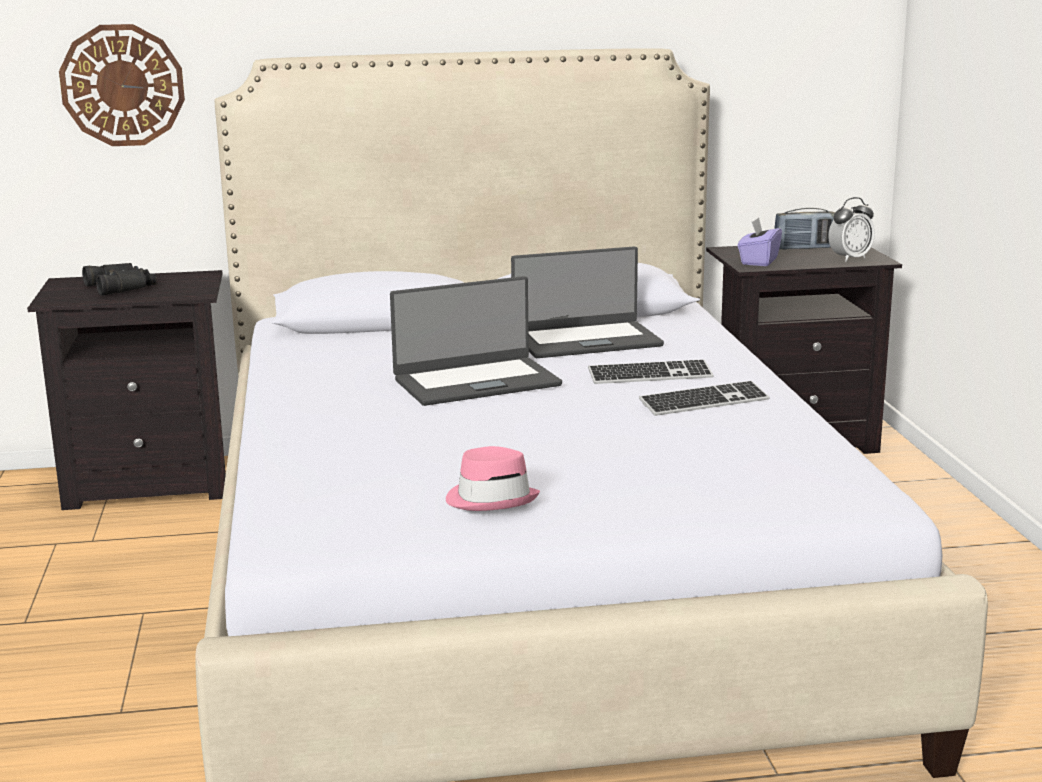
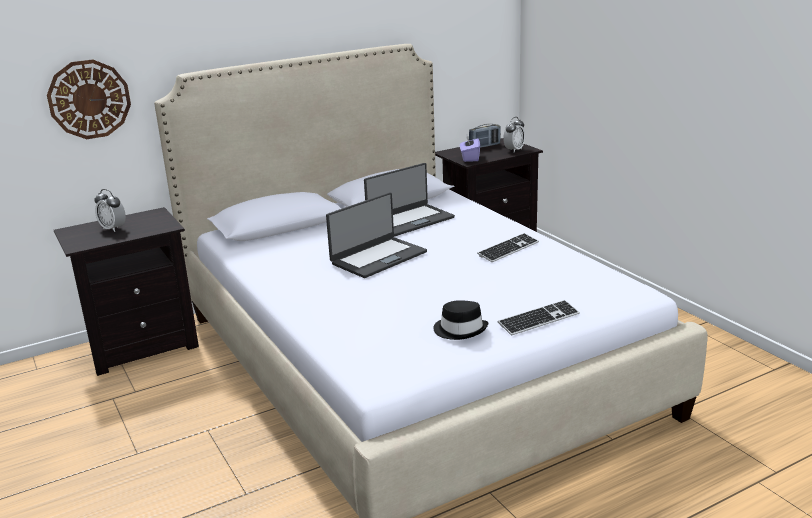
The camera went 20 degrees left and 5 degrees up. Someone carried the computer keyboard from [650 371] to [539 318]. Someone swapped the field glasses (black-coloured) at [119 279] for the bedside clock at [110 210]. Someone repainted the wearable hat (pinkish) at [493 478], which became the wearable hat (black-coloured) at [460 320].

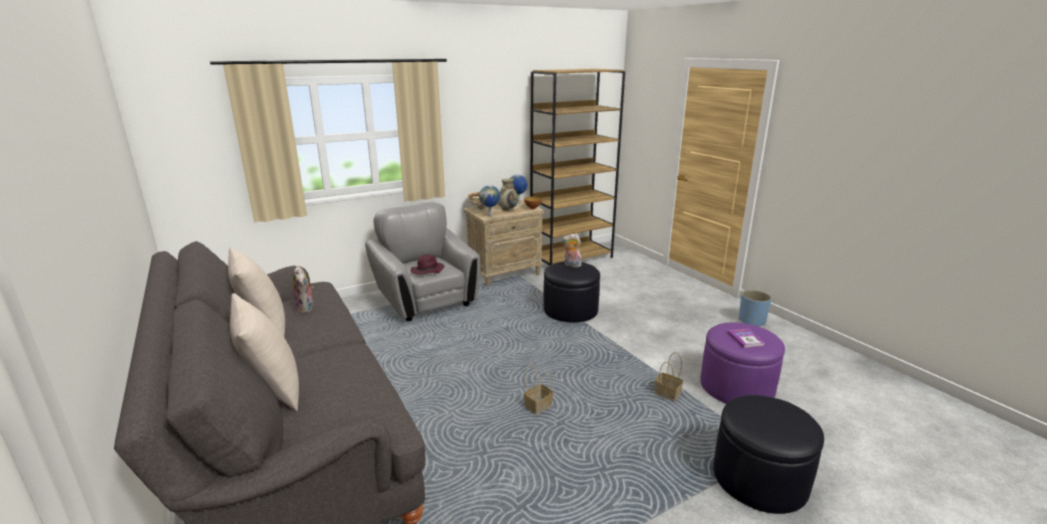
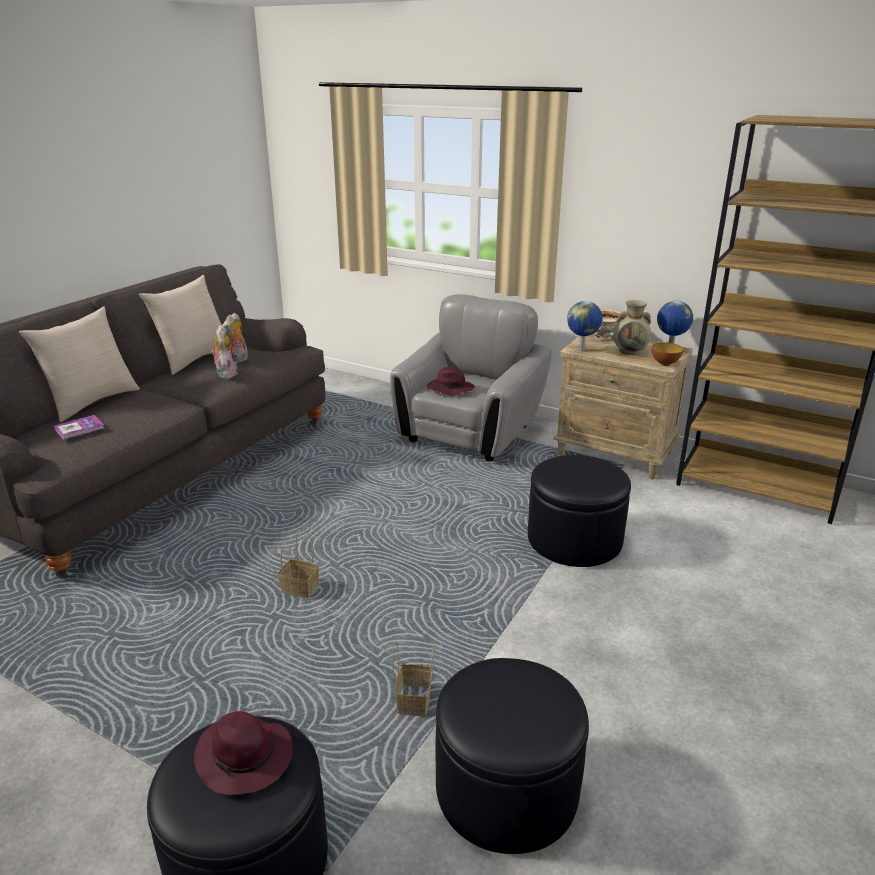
The camera went 60 degrees right and 5 degrees up. Someone took away the flower pot (blue-coloured) at [755 308]. Someone put down the wearable hat (purplish) at [243 753]. Someone carried the plush toy from [571 250] to [224 352]. Someone carried the bound book from [745 338] to [78 427]. Someone repainted the pouffe (purplish) at [743 363], which became the pouffe (black-coloured) at [512 756].

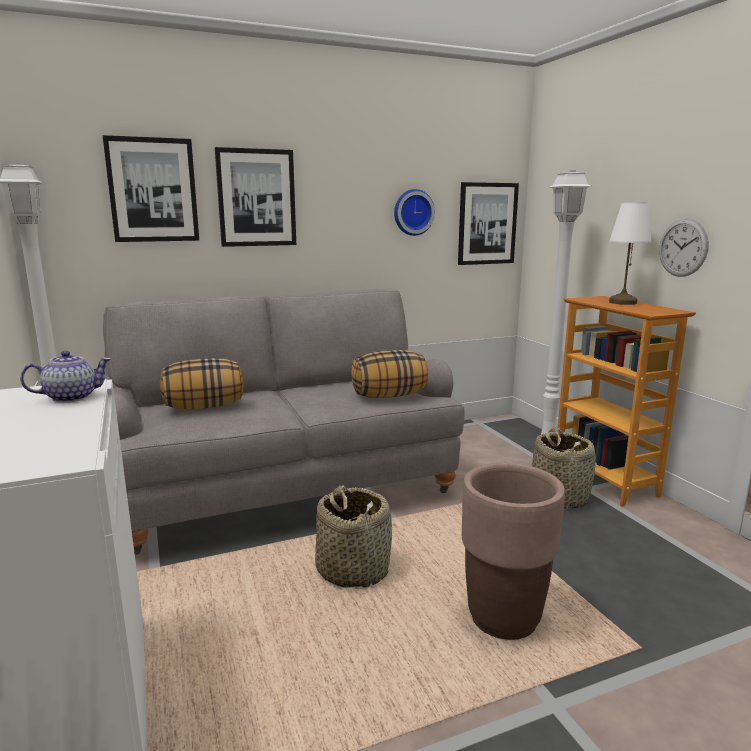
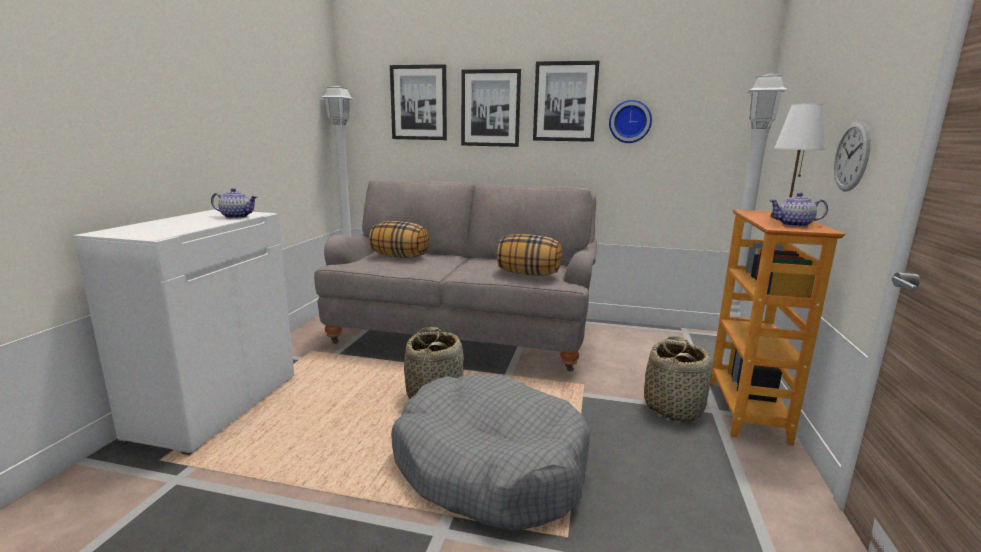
The camera went 35 degrees right and 0 degrees up. Someone put down the tea pot at [798 210]. Someone carried the picture from [488 223] to [566 101]. Someone swapped the flower pot (brownish) at [513 551] for the dog bed (gray) at [491 452].

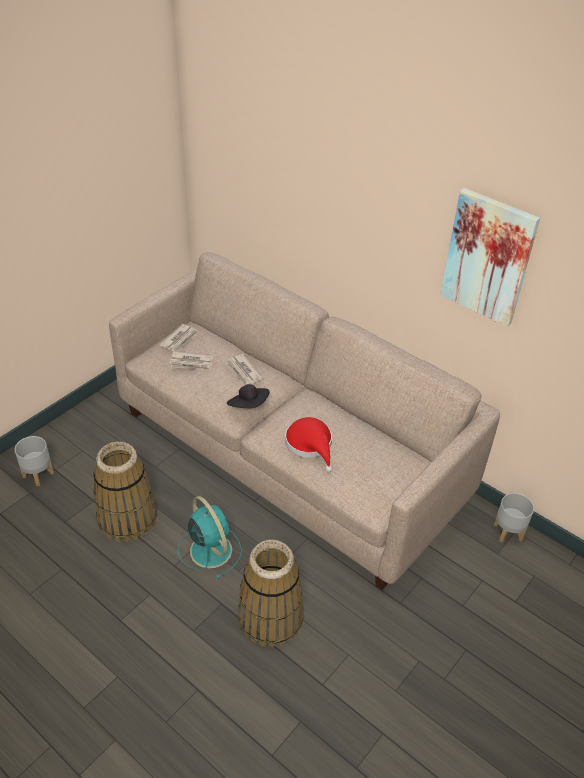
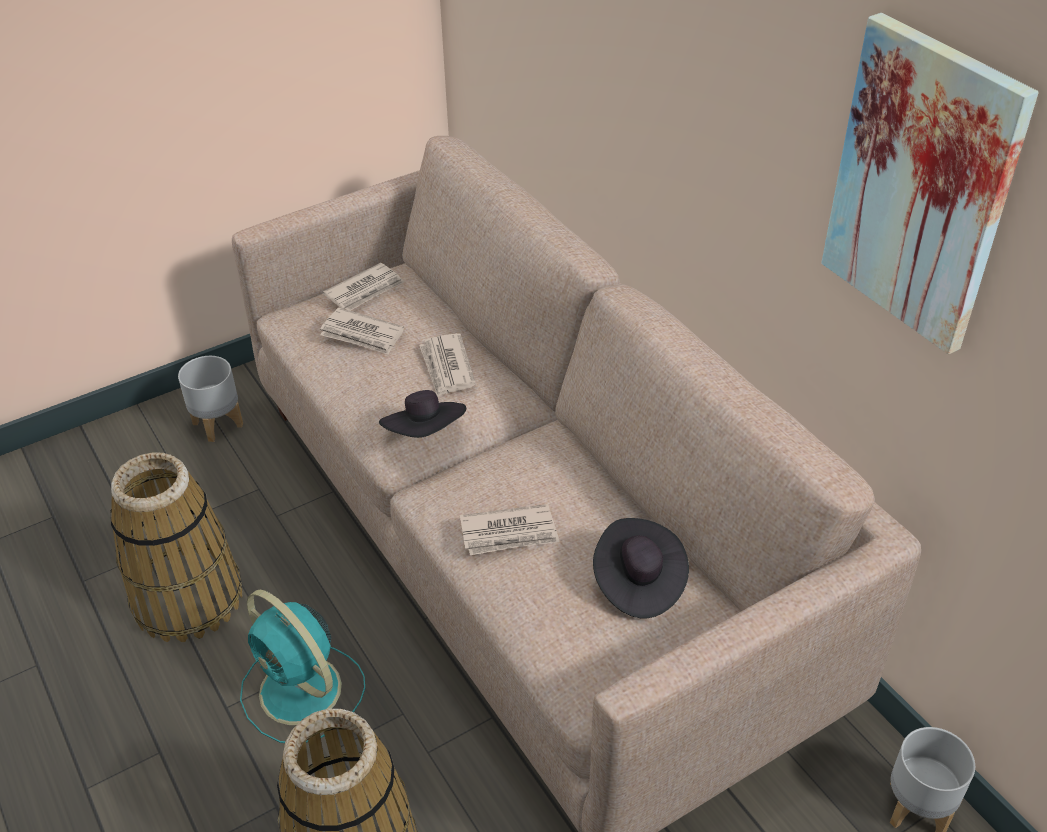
The camera went 20 degrees right and 0 degrees up. Someone put down the wearable hat (black-coloured) at [641 568]. Someone carried the flower pot (gray) from [34 461] to [210 399]. Someone swapped the wearable hat (red) at [309 444] for the newspaper at [509 529]. Someone rotated the cooling fan (turquoise) at [210 537] by 150 degrees clockwise.

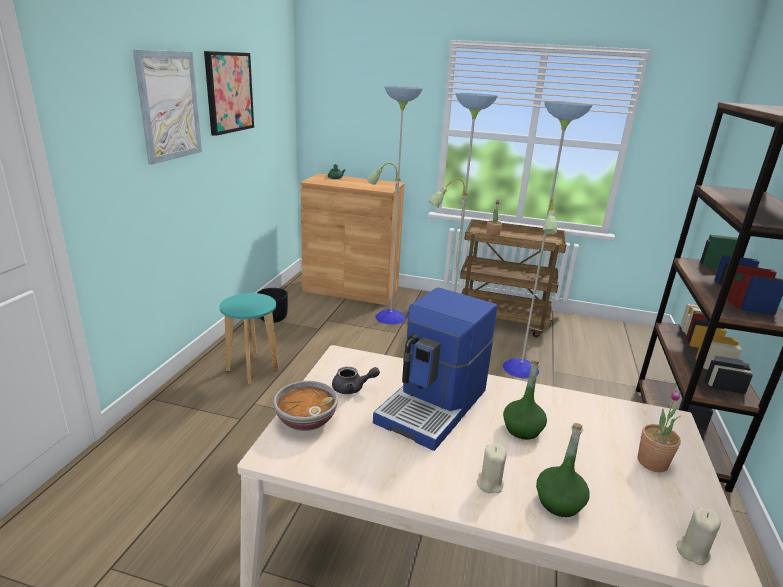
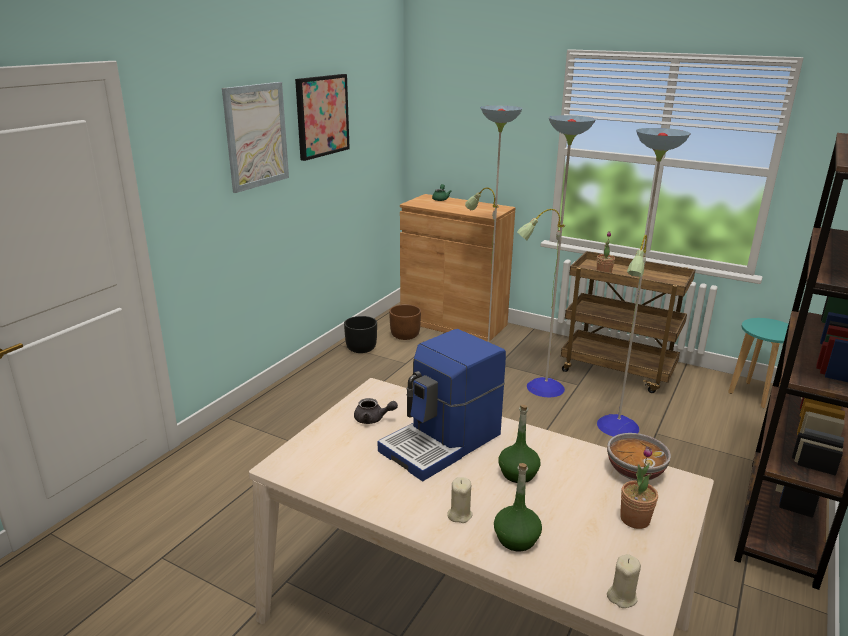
The camera went 15 degrees right and 0 degrees up. Someone put down the flower pot (brownish) at [405 322]. Someone carried the stool (turquoise) from [249 339] to [758 363]. Someone carried the serving bowl from [306 406] to [639 457].

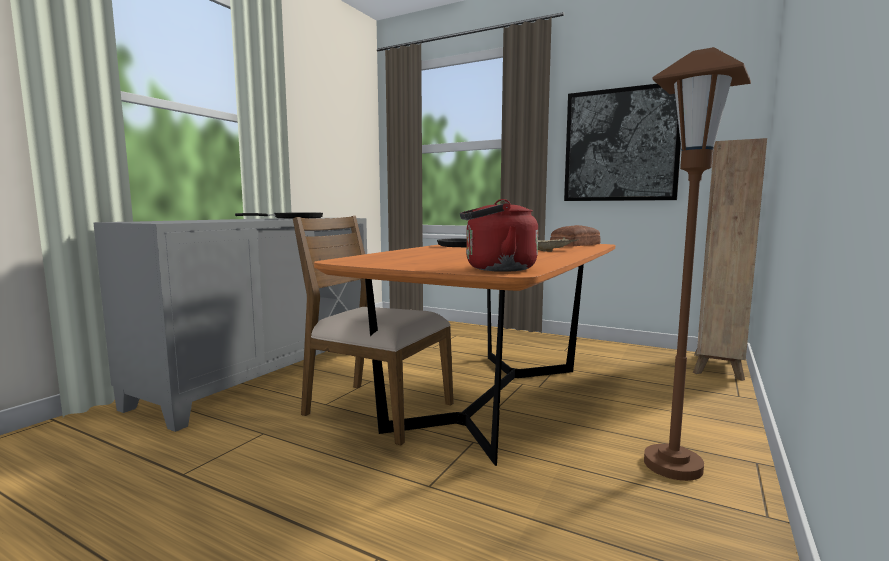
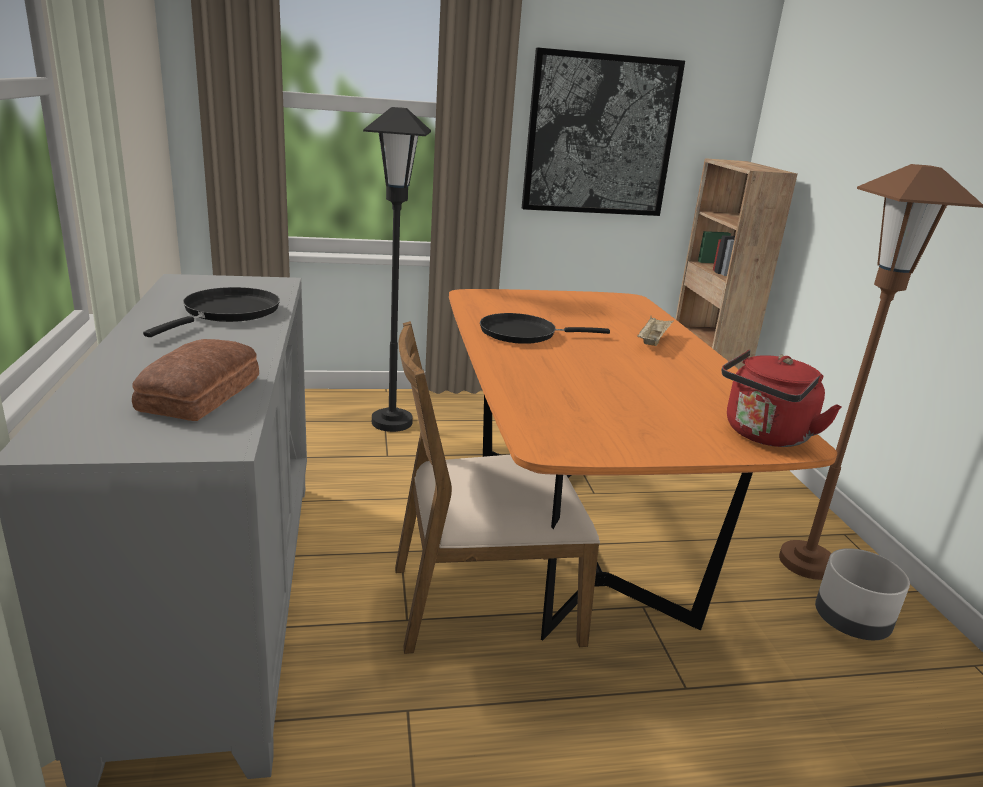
The camera went 40 degrees left and 15 degrees up. Someone put down the floor lamp (black-coloured) at [397 269]. Someone put down the flower pot (gray) at [862 594]. Someone carried the bakery bread from [575 236] to [195 380].

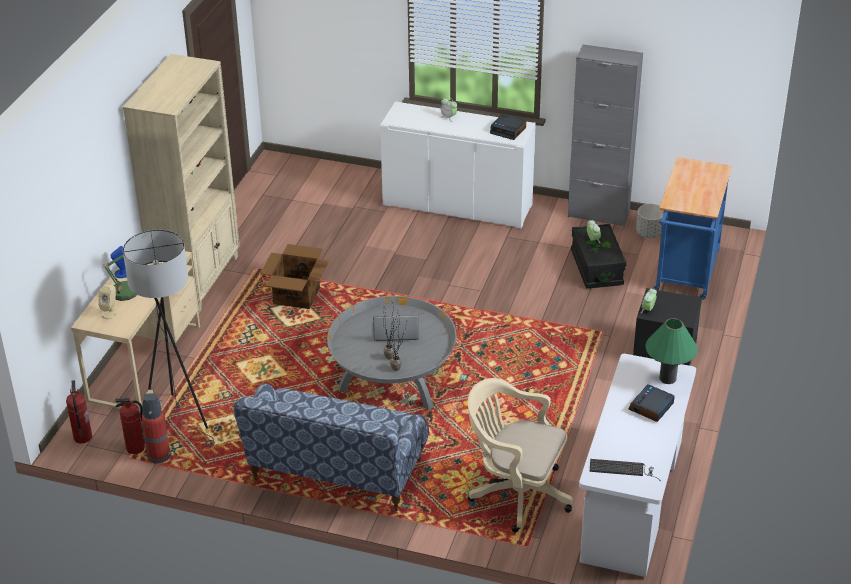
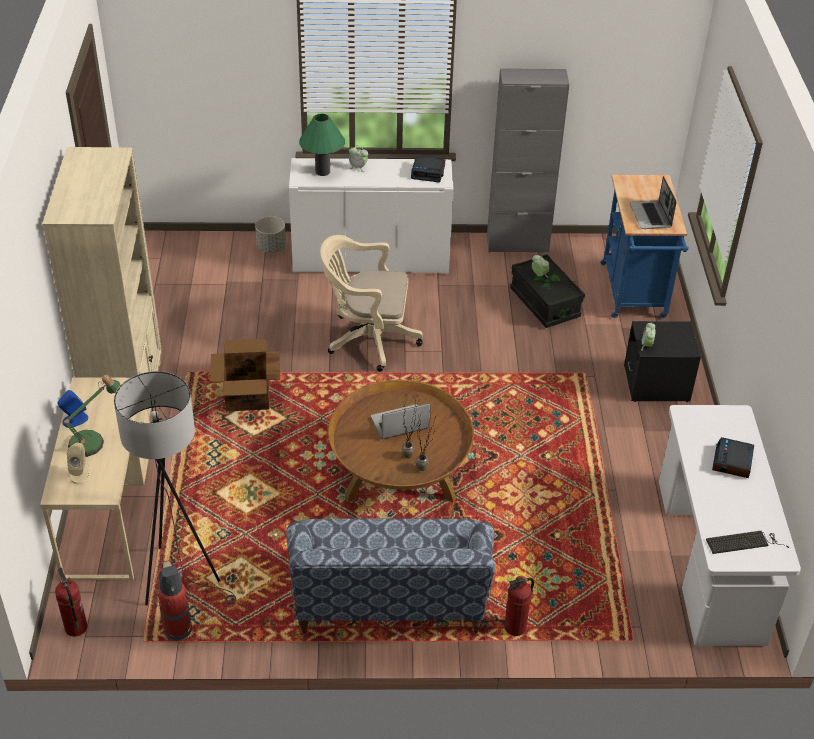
The camera went 20 degrees left and 5 degrees up. Someone put down the portable computer at [653 202]. Someone carried the fire extinguisher from [130 426] to [519 606]. Someone carried the computer chair (sand-coloured) from [520 455] to [371 303]. Someone carried the flower pot (gray) from [650 221] to [270 234]. Someone carried the table lamp (greenish) from [671 351] to [322 145]. Someone repainted the low table (gray) at [392 353], which became the low table (brownish) at [401 441].

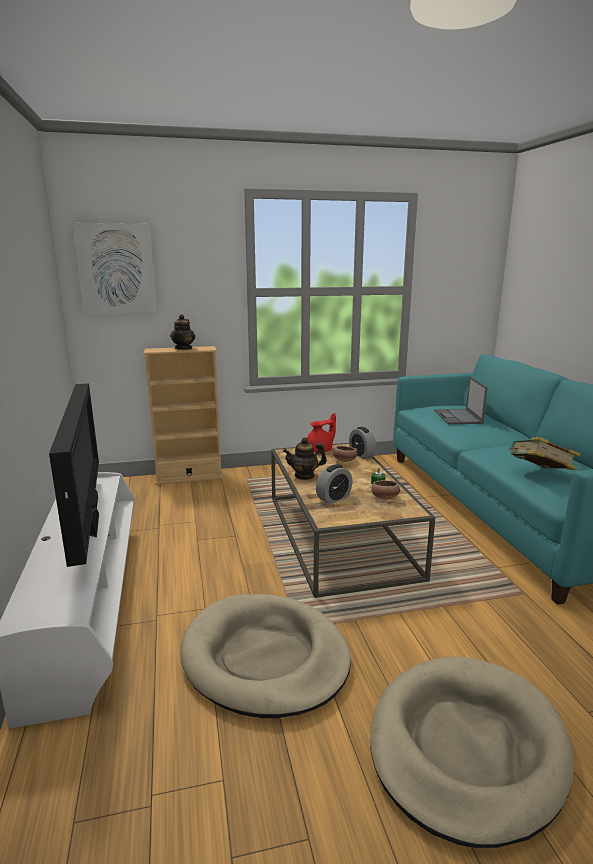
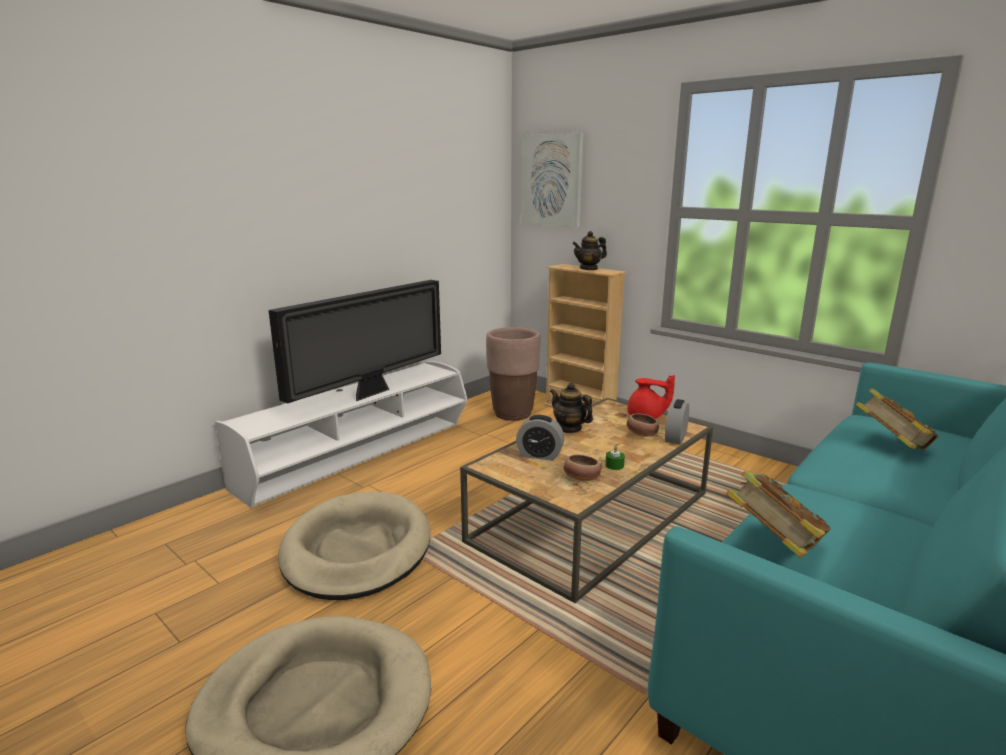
The camera went 55 degrees right and 0 degrees up. Someone put down the flower pot (brownish) at [513 374]. Someone swapped the portable computer at [461 400] for the bound book at [897 419].

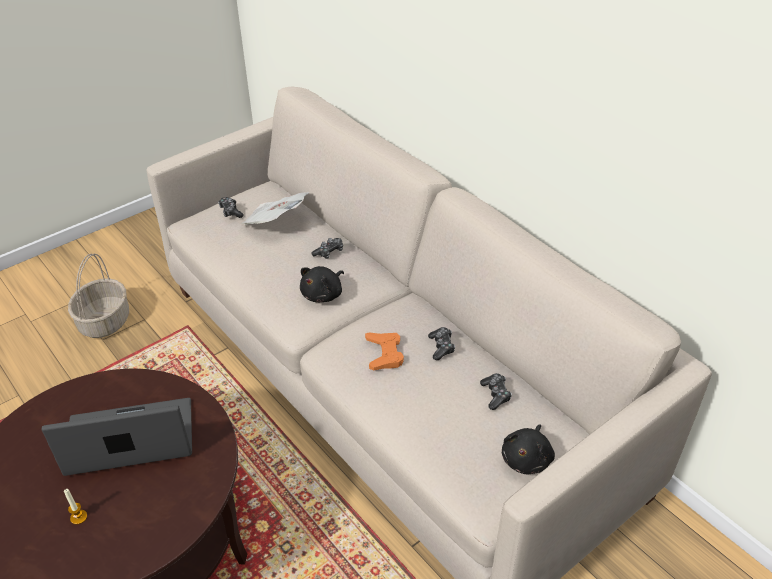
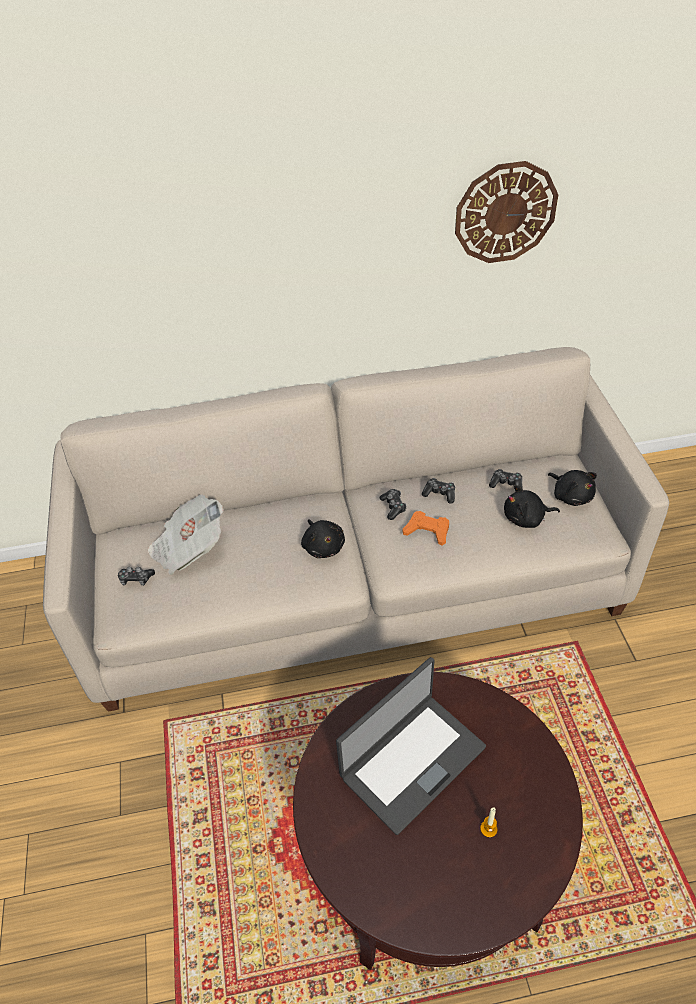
The camera went 60 degrees left and 5 degrees up. Someone took away the basket at [98 296]. Someone put up the hanging clock at [506 212]. Someone put down the plush toy (black-coloured) at [532 506]. Someone carried the game controller from [327 248] to [393 504]. Someone rotated the portable computer at [117 437] by 150 degrees counterclockwise.

